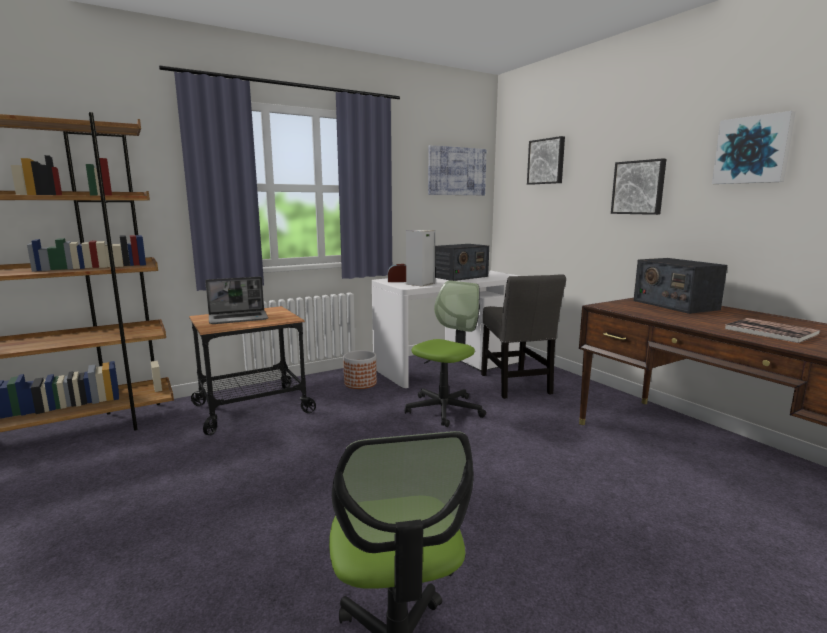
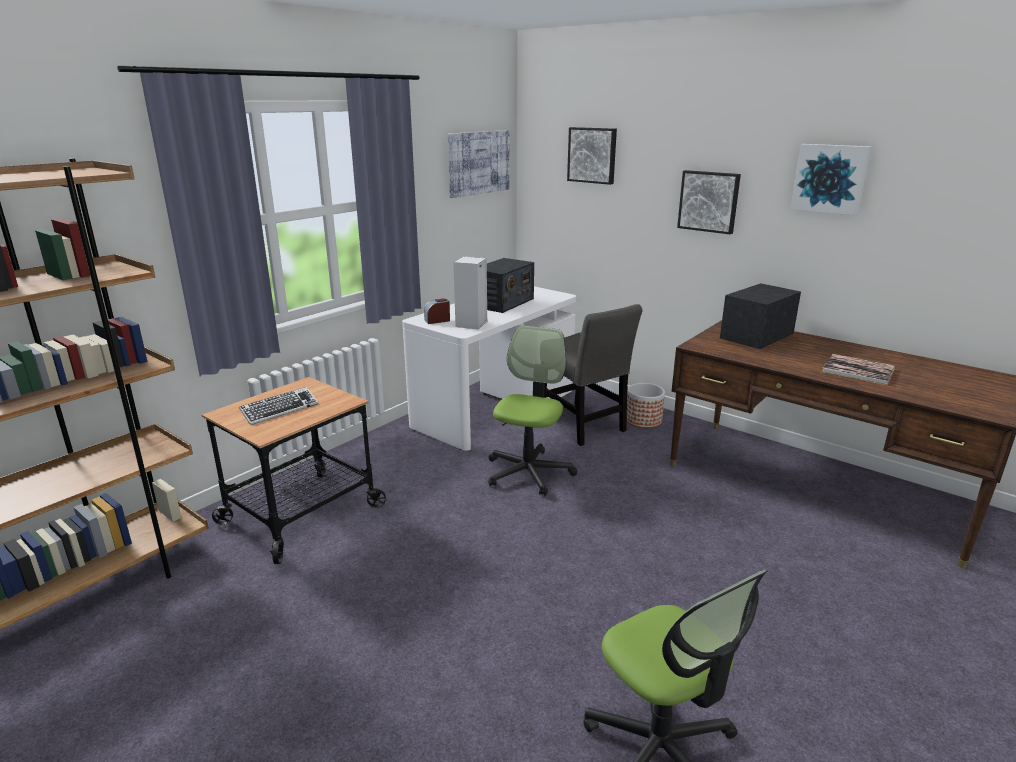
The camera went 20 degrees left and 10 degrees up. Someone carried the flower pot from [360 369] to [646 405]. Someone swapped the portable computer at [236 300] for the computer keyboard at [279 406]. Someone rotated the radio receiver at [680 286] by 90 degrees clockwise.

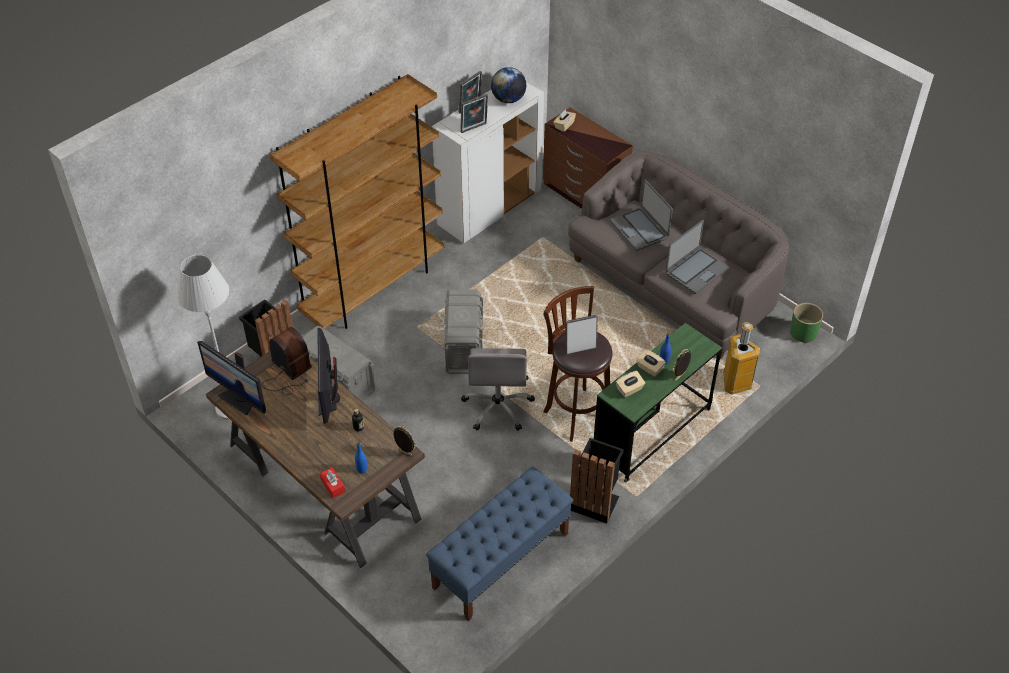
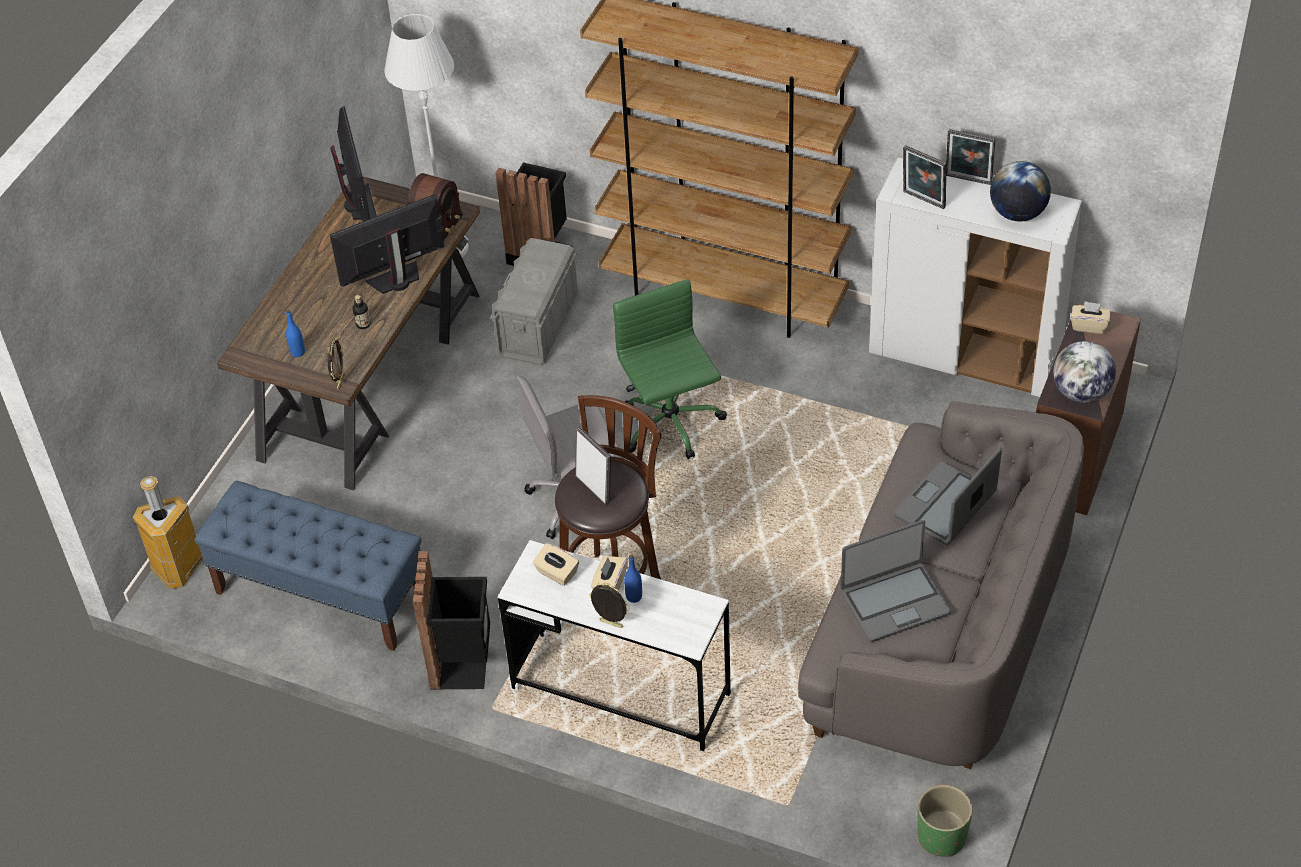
The camera went 70 degrees right and 0 degrees up. Someone took away the tissue holder (red) at [332 483]. Someone put down the globe at [1084 371]. Someone carried the waste bin from [741 358] to [168 532]. Someone swapped the storage bin (gray) at [463 332] for the computer chair (greenish) at [670 369]. Someone repainted the desk (greenish) at [658 403], which became the desk (white) at [614 645]. Someone rotated the computer screen at [231 378] by 150 degrees clockwise. Someone rotated the portable computer at [697 257] by 45 degrees counterclockwise.

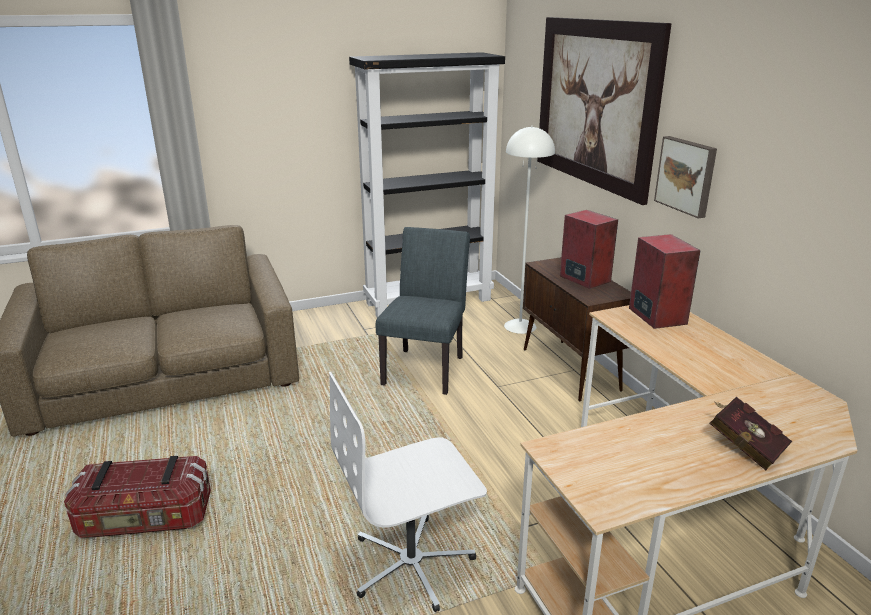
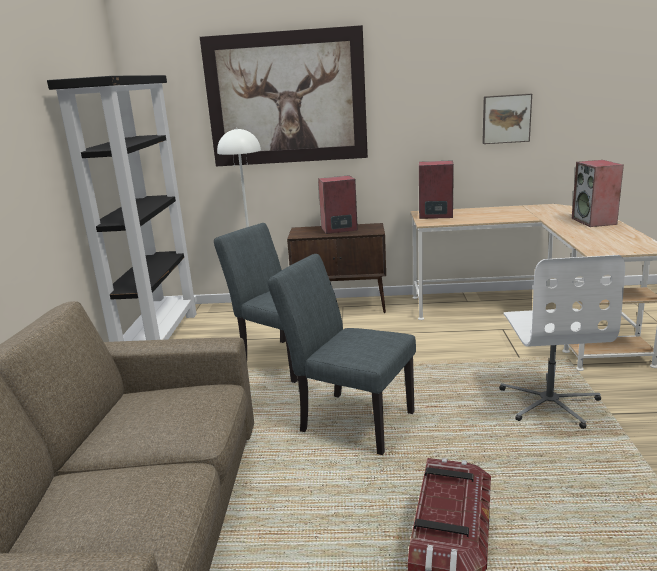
The camera went 65 degrees left and 5 degrees down. Someone put down the plain chair (gray) at [341 354]. Someone carried the picture from [685 177] to [507 119]. Someone swapped the bound book (red) at [751 433] for the loudspeaker at [598 193].

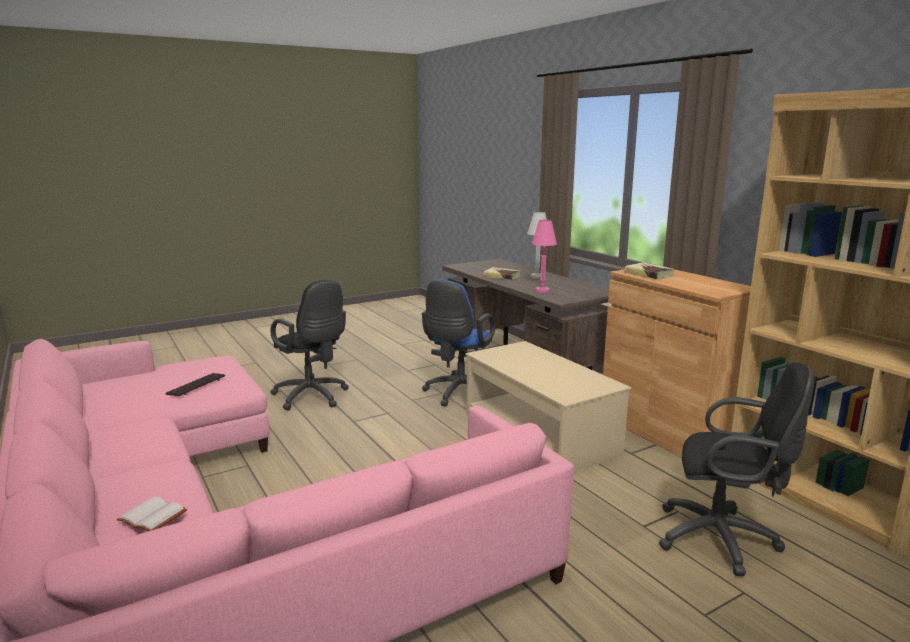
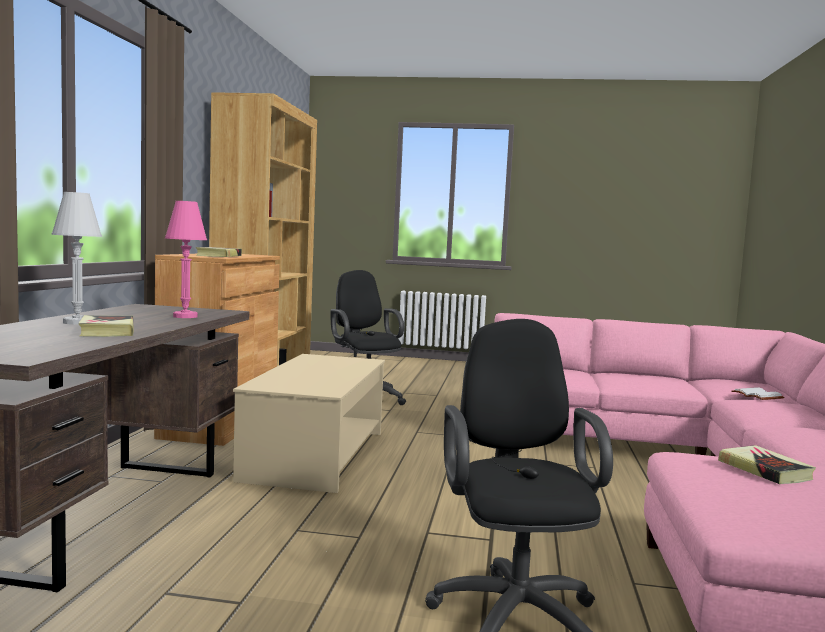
The camera went 140 degrees left and 10 degrees down. Someone took away the computer chair (blue-coloured) at [458 343]. Someone swapped the computer keyboard at [195 384] for the bound book at [767 464].

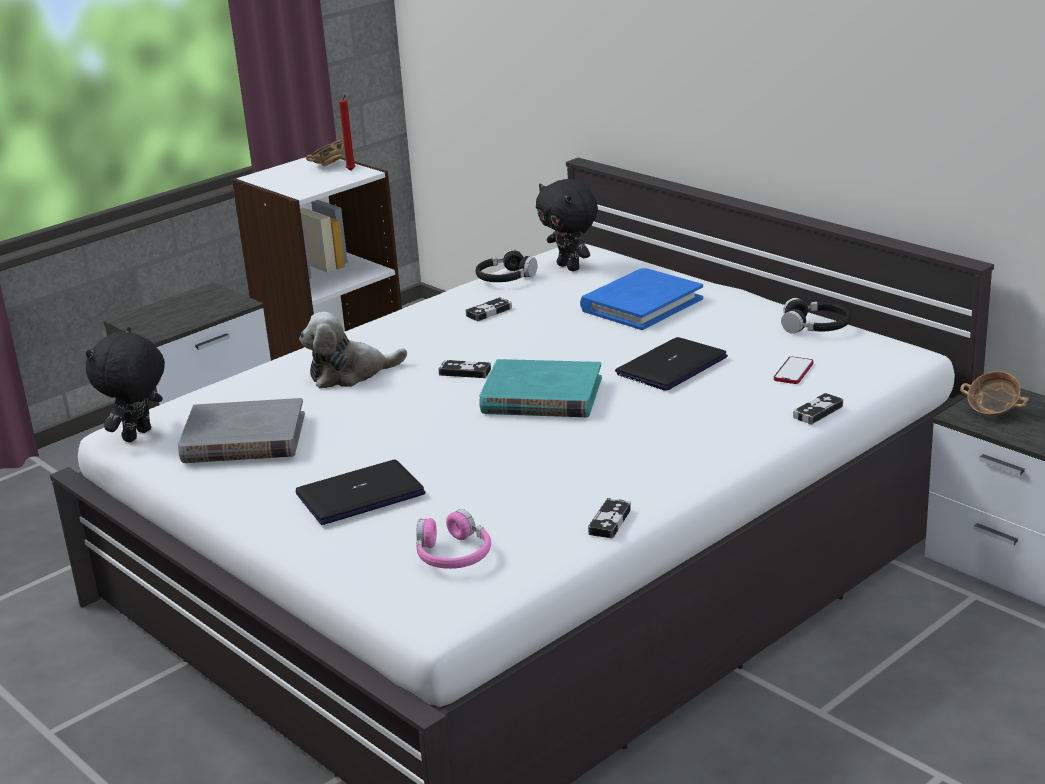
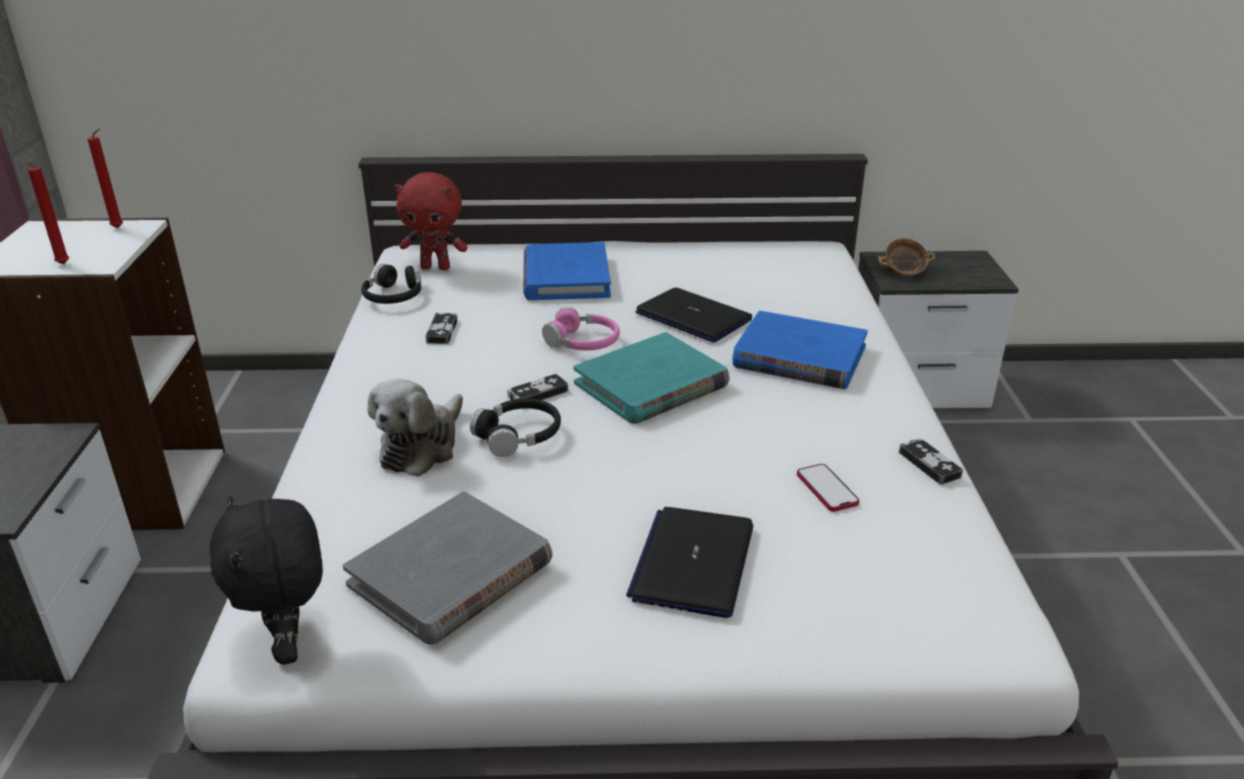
The camera went 50 degrees left and 5 degrees up. Someone took away the serving bowl at [325 153]. Someone took away the game controller at [818 409]. Someone put down the candle (red) at [46 210]. Someone put down the bound book (blue-coloured) at [800 350]. Someone carried the pair of headphones (pinkish) from [453 539] to [581 328]. Someone carried the phone from [793 370] to [828 488]. Someone carried the pair of headphones (black-coloured) from [816 316] to [515 428]. Someone repainted the plush toy (black-coloured) at [567 225], which became the plush toy (red) at [431 221]. Someone rotated the portable computer at [671 364] by 135 degrees clockwise.

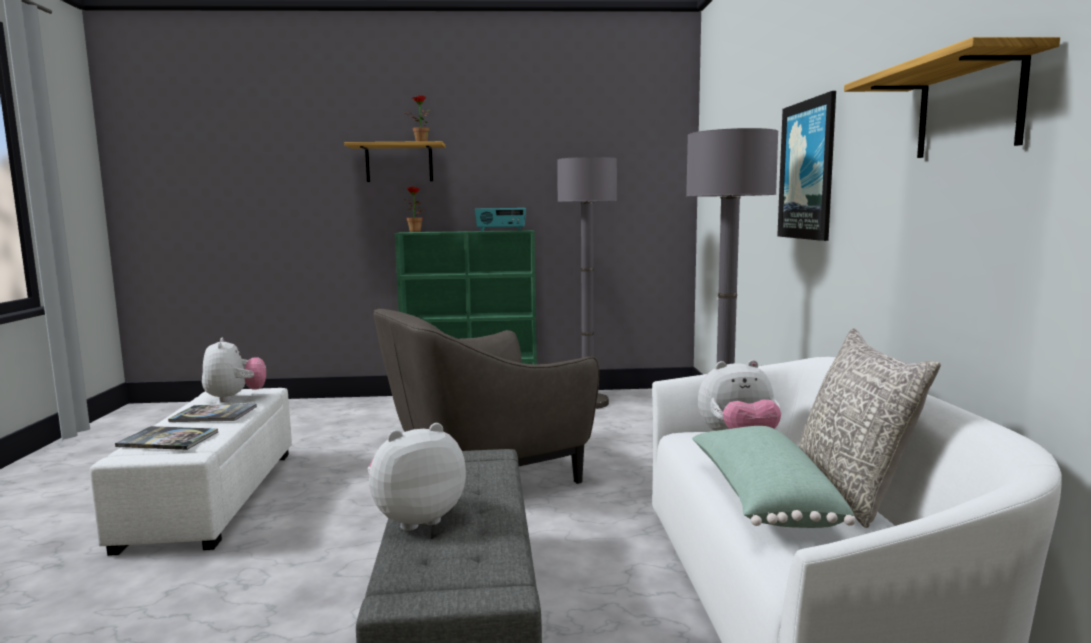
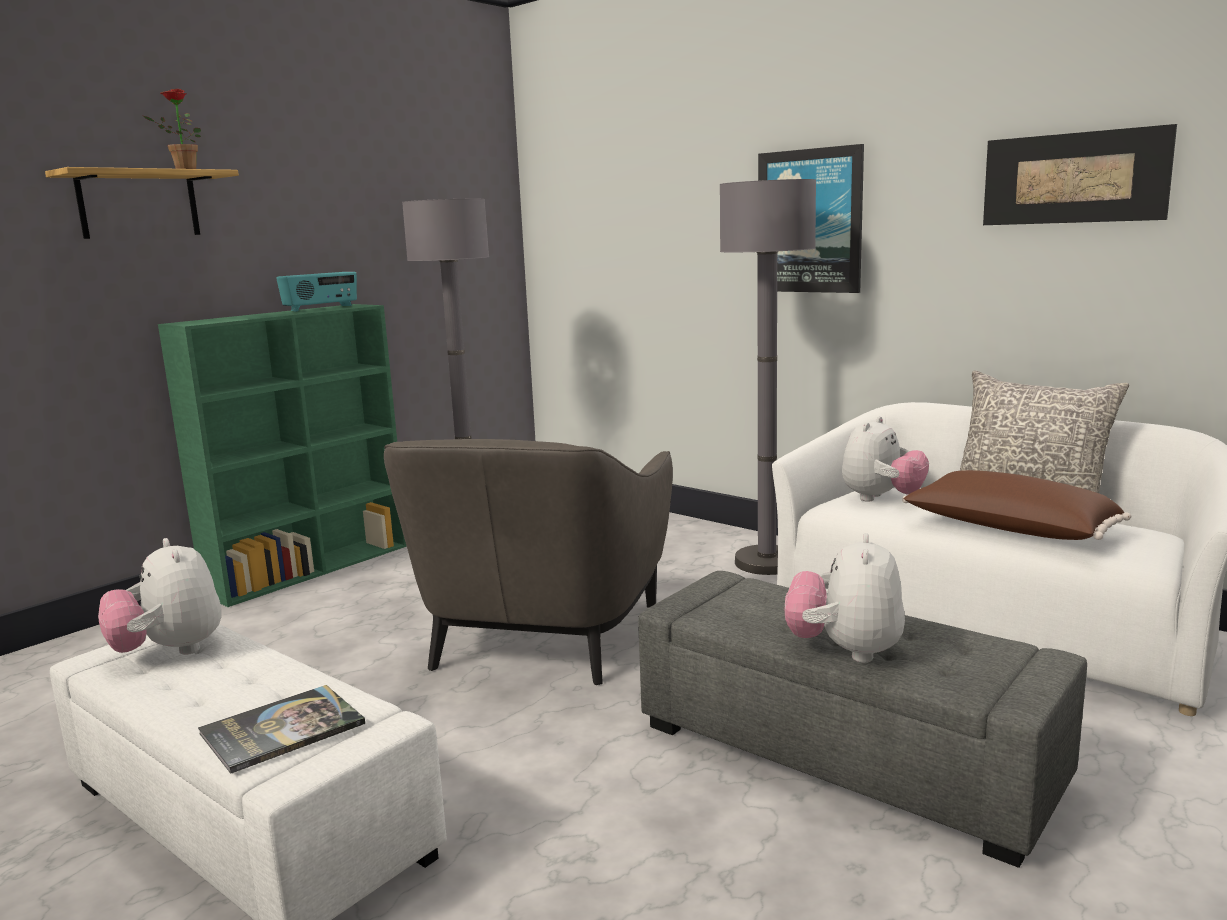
The camera went 45 degrees left and 5 degrees up. Someone took away the bound book at [212 413]. Someone took away the houseplant at [416 209]. Someone swapped the shelf at [952 97] for the picture at [1080 174]. Someone repainted the cushion (greenish) at [773 477], which became the cushion (brownish) at [1016 505]. Someone rotated the plush toy at [234 370] by 150 degrees counterclockwise.

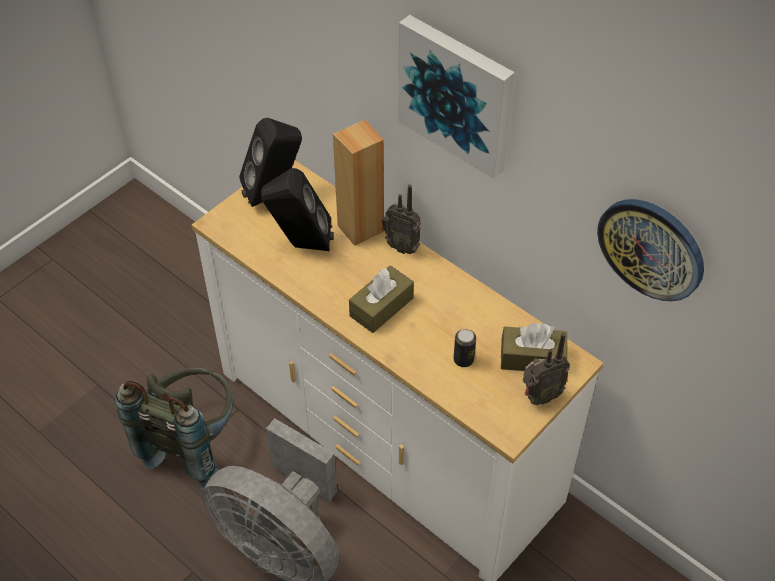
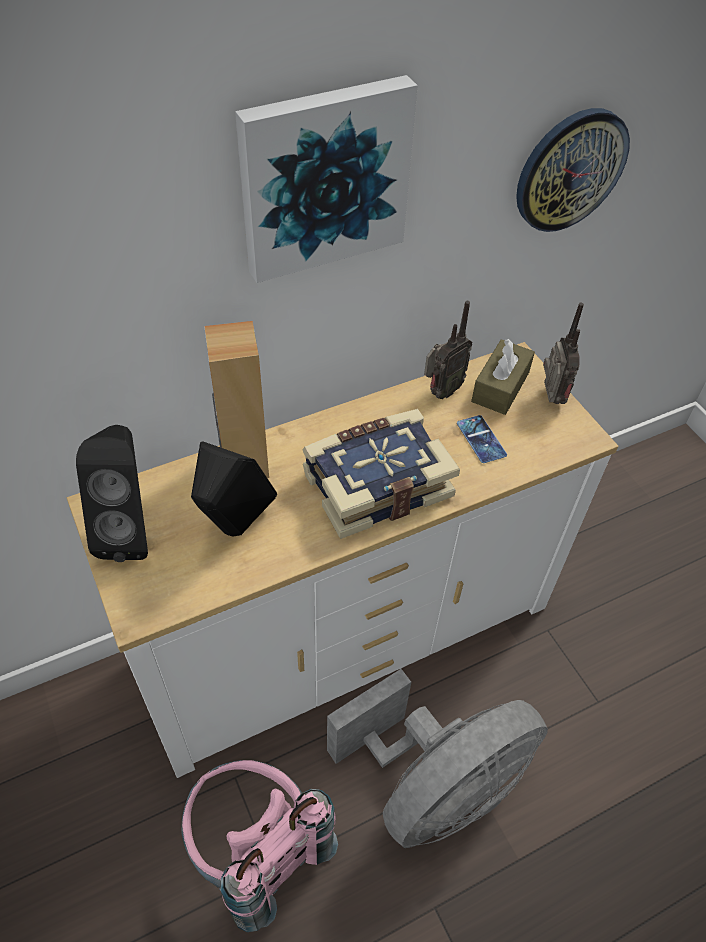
The camera went 70 degrees left and 0 degrees up. Someone carried the radio receiver from [401 219] to [448 350]. Someone swapped the tissue holder (brownish) at [381 299] for the bound book at [381 474]. Someone swapped the sealed can at [465 348] for the phone at [482 439]. Someone repainted the knapsack (gray) at [174 429], which became the knapsack (pinkish) at [259 846].

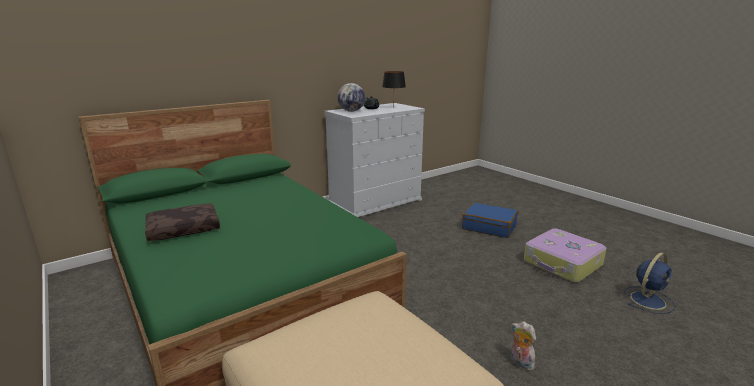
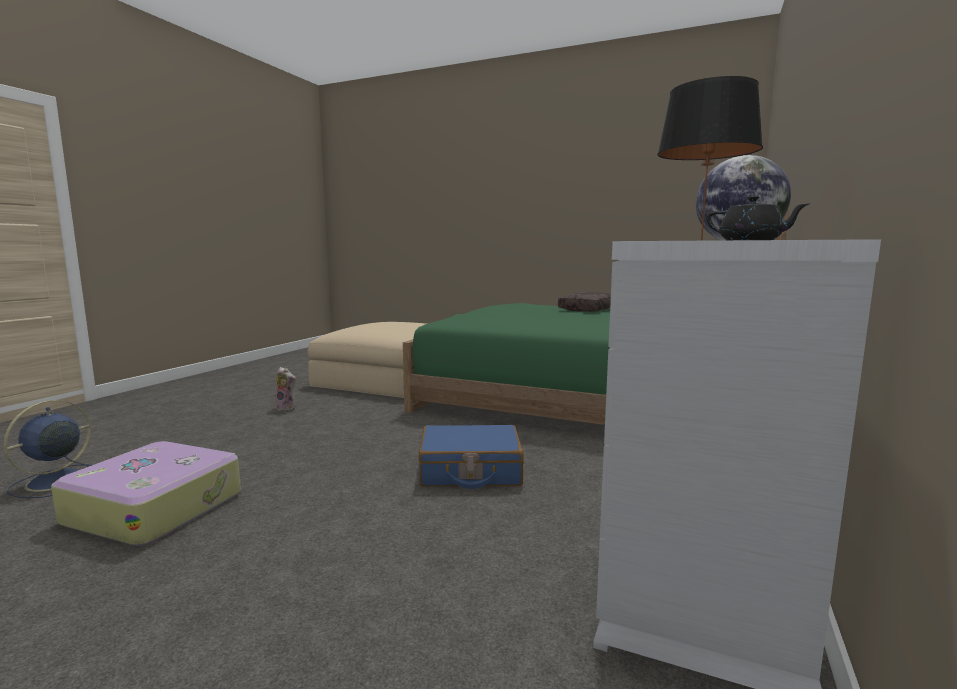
The camera went 150 degrees right and 10 degrees down. Someone carried the piece of luggage (blue-coloured) from [490 220] to [471 457].

